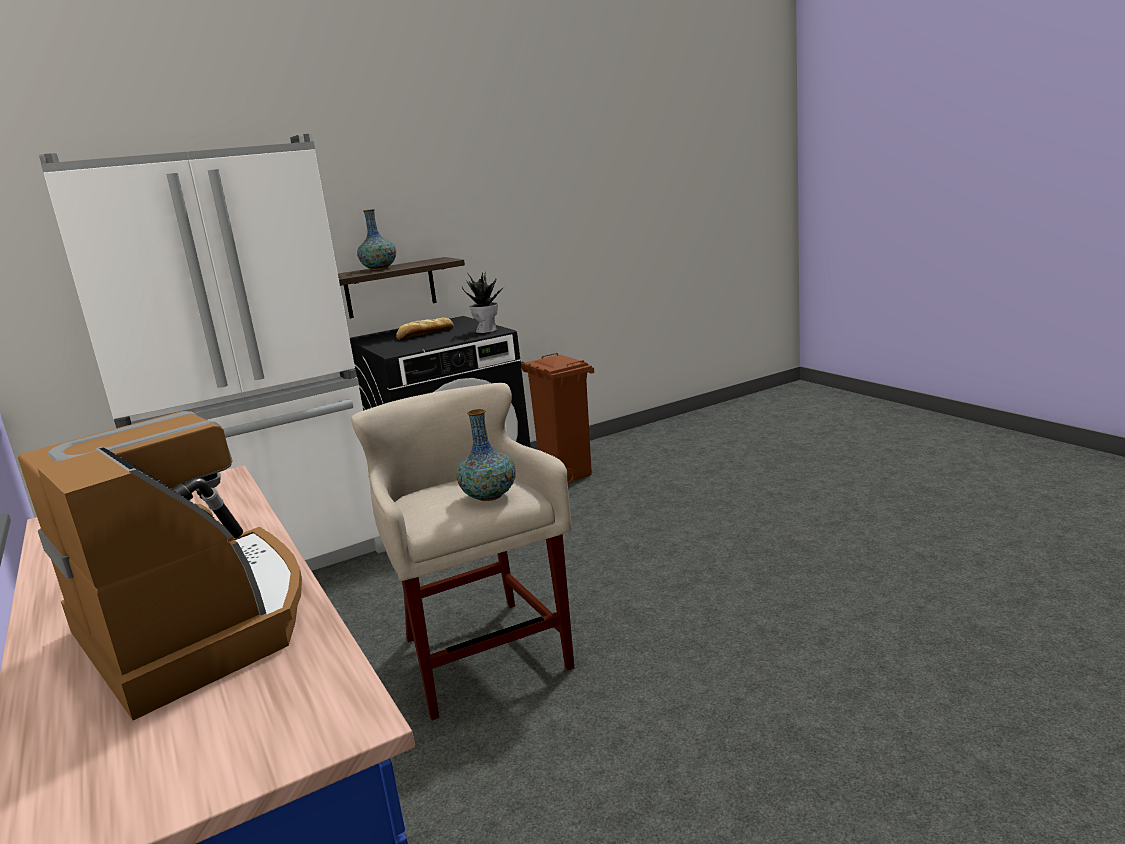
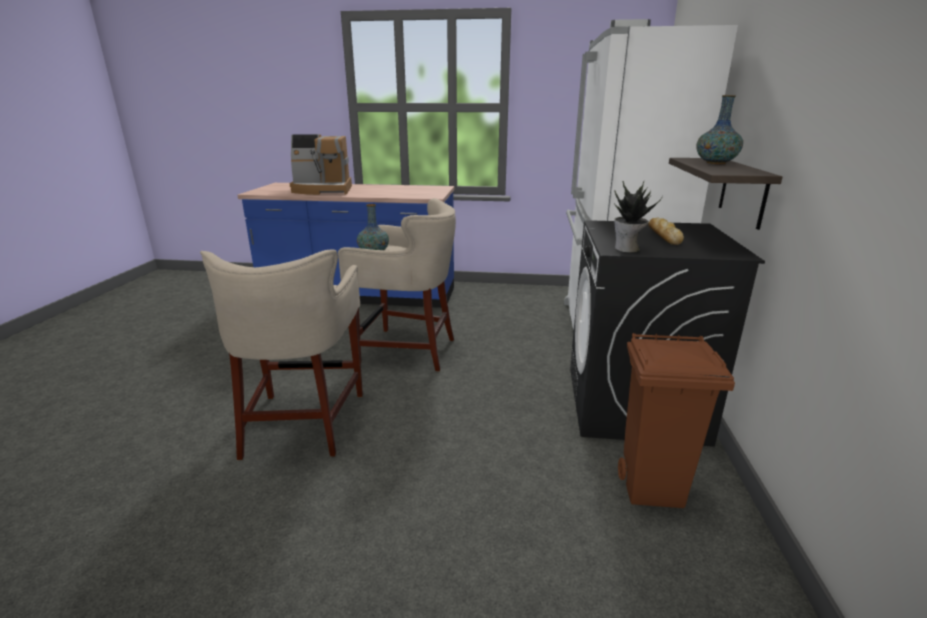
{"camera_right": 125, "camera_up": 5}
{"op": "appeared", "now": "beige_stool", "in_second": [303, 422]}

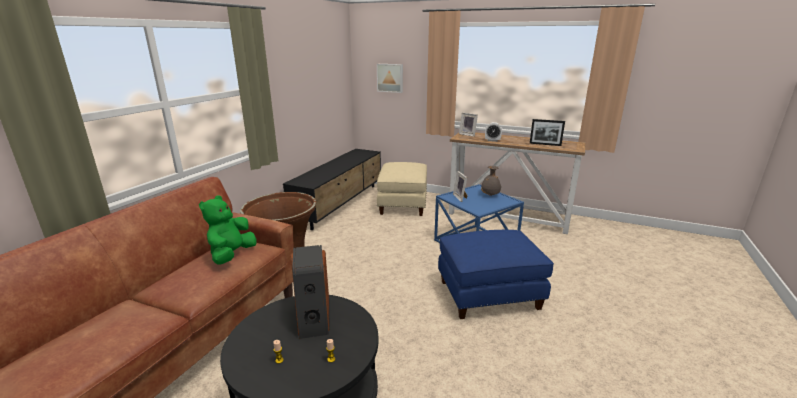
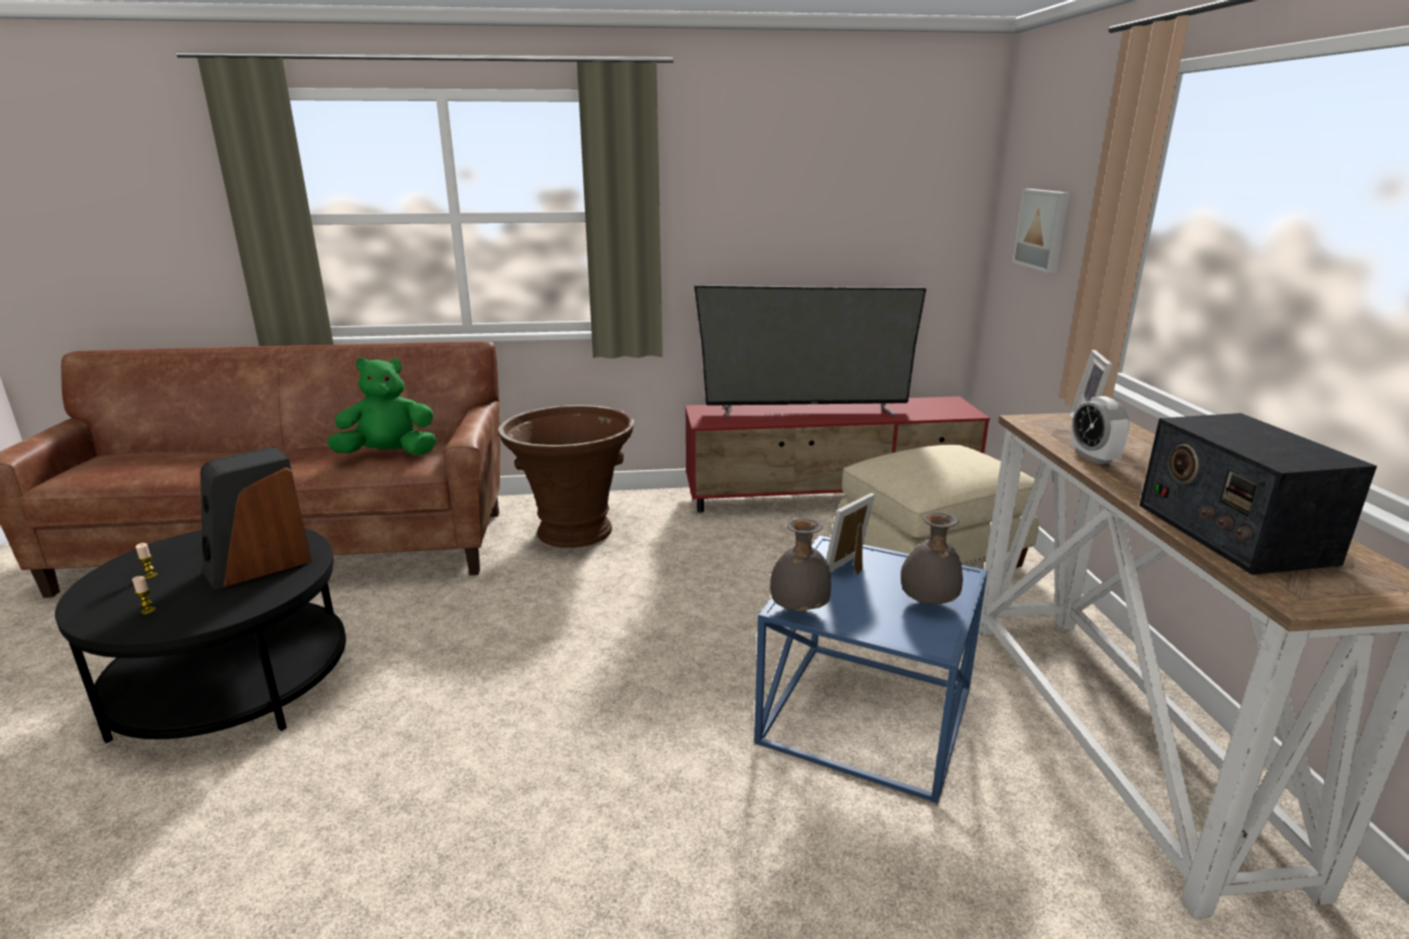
{"camera_right": 60, "camera_up": 0}
{"op": "colour", "was": "black_tv_stand", "now": "red_tv_stand", "in_first": [340, 204], "in_second": [830, 498]}
{"op": "appeared", "now": "television", "in_second": [806, 410]}
{"op": "appeared", "now": "grey_vase", "in_second": [797, 609]}
{"op": "exchanged", "was": "picture_frame", "now": "radio", "in_first": [545, 144], "in_second": [1232, 532]}
{"op": "missing", "was": "blue_ottoman", "in_first": [489, 294]}

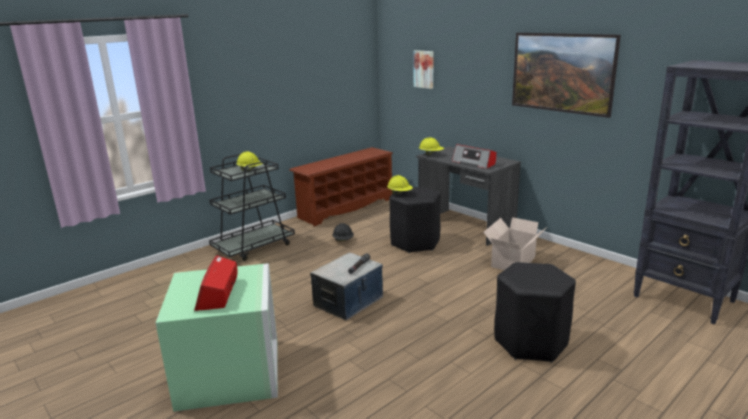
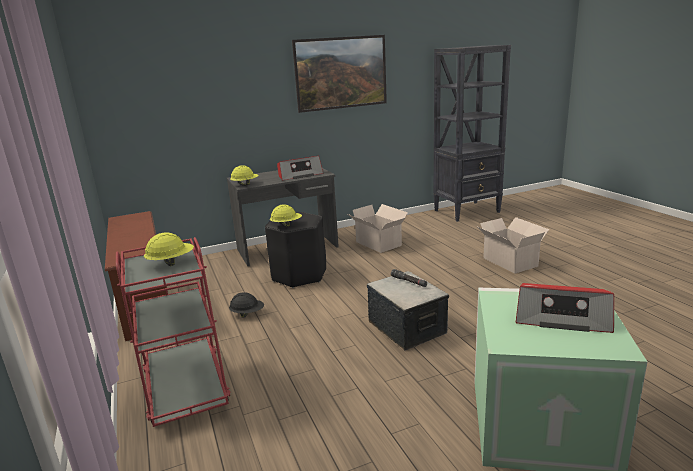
{"camera_right": -70, "camera_up": 0}
{"op": "colour", "was": "black_cart", "now": "red_cart", "in_first": [254, 247], "in_second": [186, 388]}
{"op": "exchanged", "was": "black_stool", "now": "cardboard_box", "in_first": [531, 342], "in_second": [509, 261]}
{"op": "missing", "was": "picture", "in_first": [424, 69]}

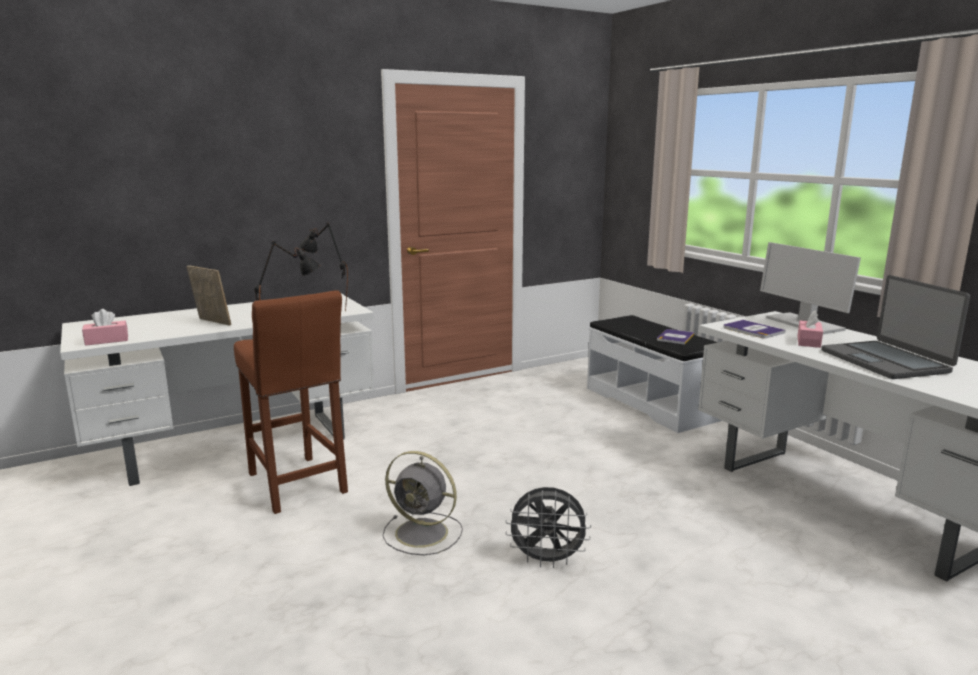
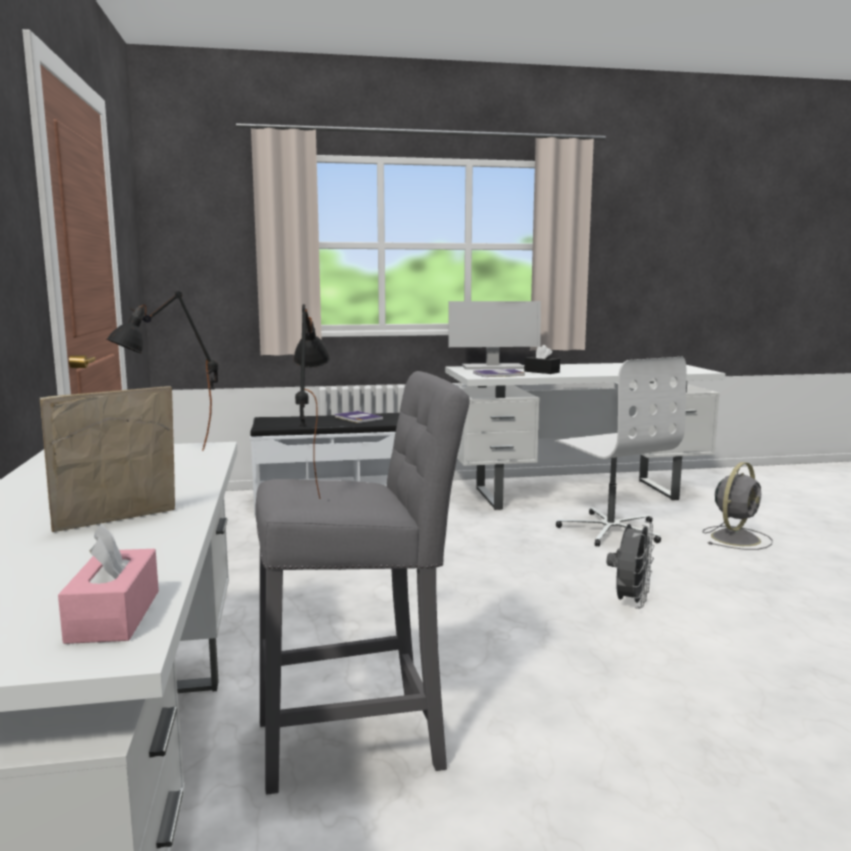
{"camera_right": -70, "camera_up": -5}
{"op": "colour", "was": "brown_stool", "now": "grey_stool", "in_first": [297, 486], "in_second": [361, 741]}
{"op": "colour", "was": "pink_tissue_box", "now": "black_tissue_box", "in_first": [808, 341], "in_second": [541, 372]}
{"op": "appeared", "now": "white_office_chair", "in_second": [610, 530]}
{"op": "relocated", "was": "grey_fan", "in_first": [424, 533], "in_second": [736, 538]}
{"op": "missing", "was": "laptop", "in_first": [885, 361]}

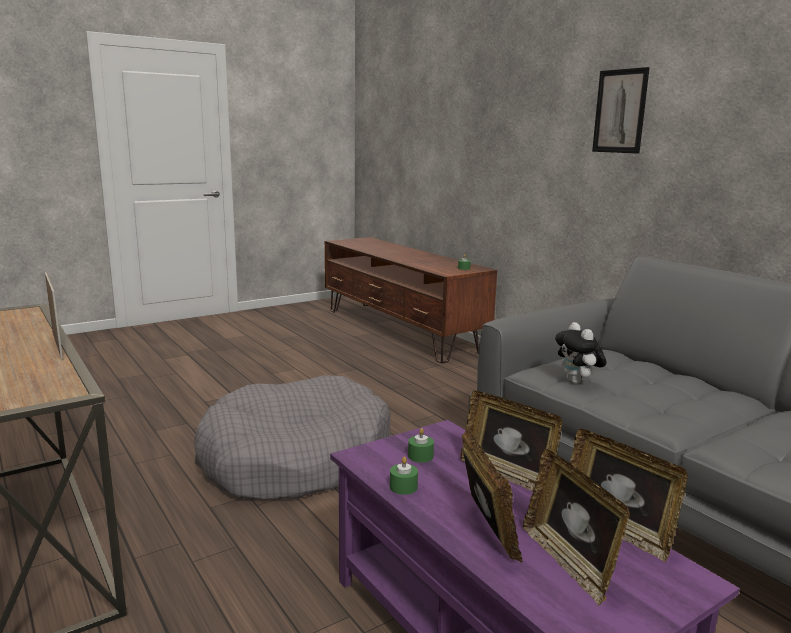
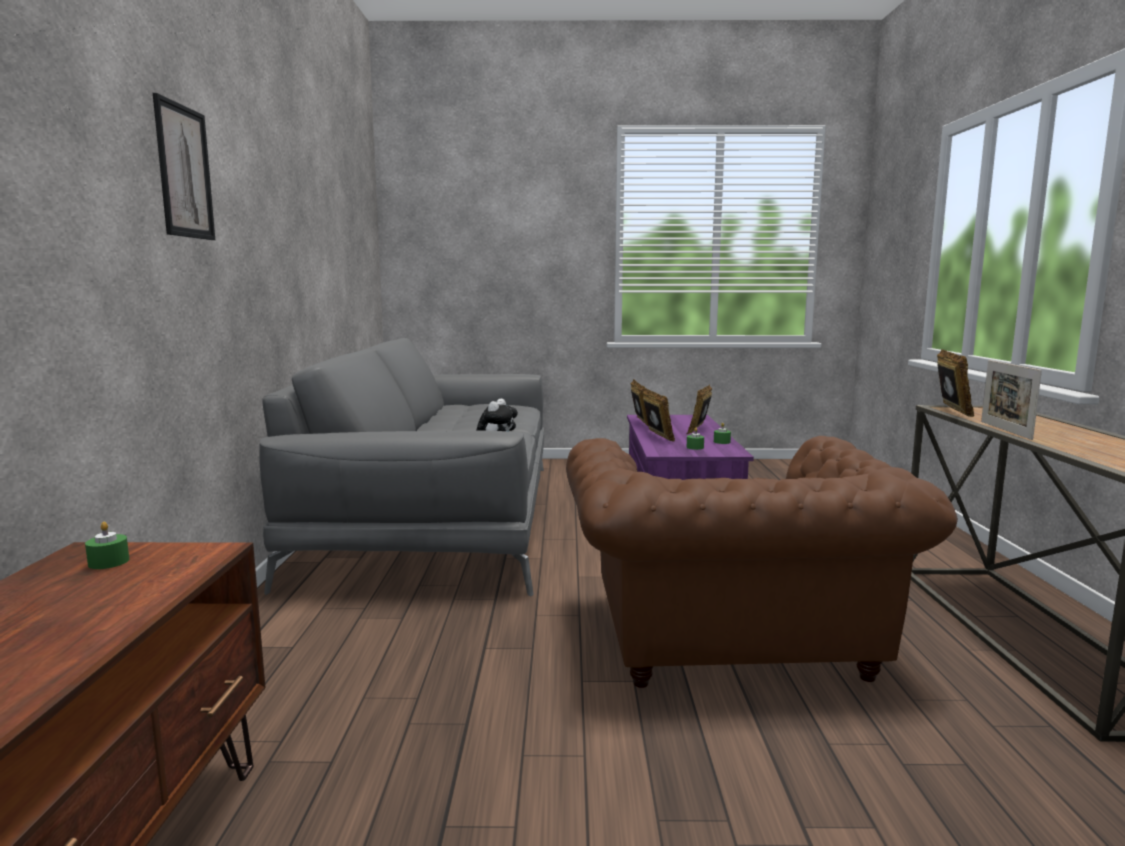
{"camera_right": -145, "camera_up": -5}
{"op": "exchanged", "was": "grey_dog_bed", "now": "brown_armchair", "in_first": [296, 459], "in_second": [731, 641]}
{"op": "relocated", "was": "picture_frame", "in_first": [569, 562], "in_second": [950, 411]}

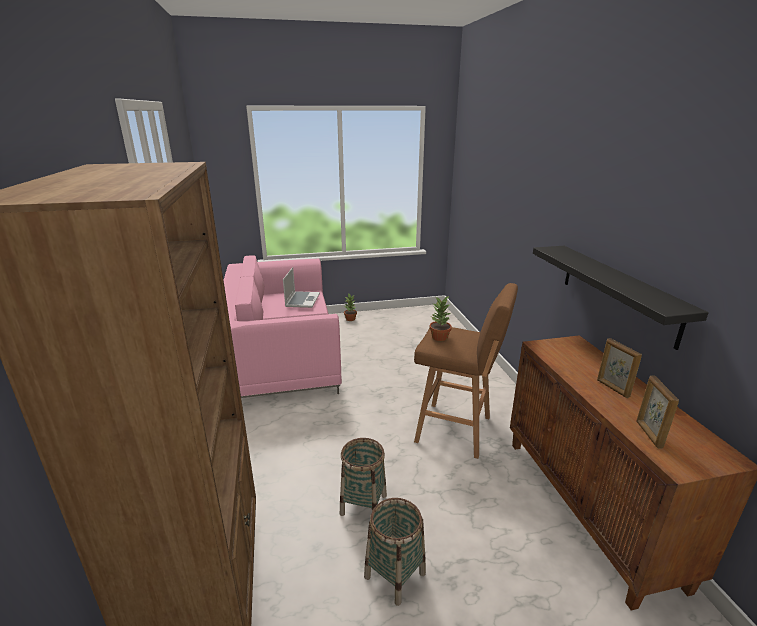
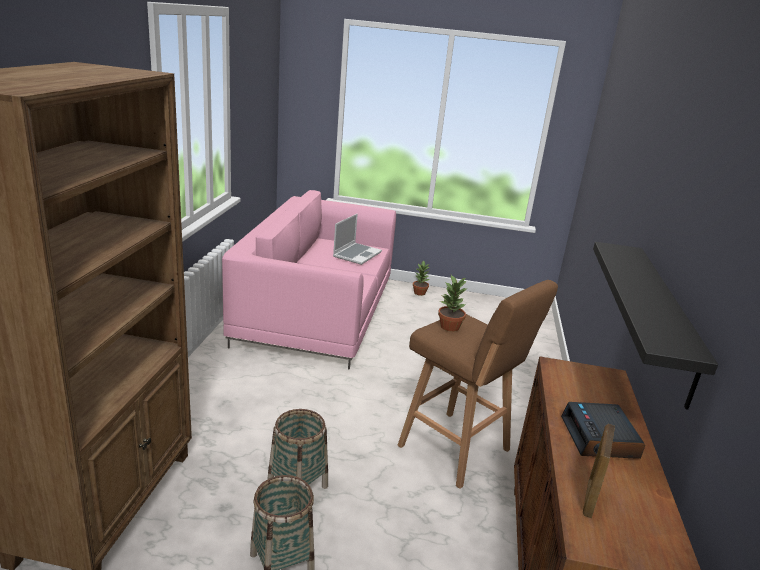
{"camera_right": 20, "camera_up": 0}
{"op": "exchanged", "was": "picture_frame", "now": "alarm_clock", "in_first": [612, 388], "in_second": [600, 438]}

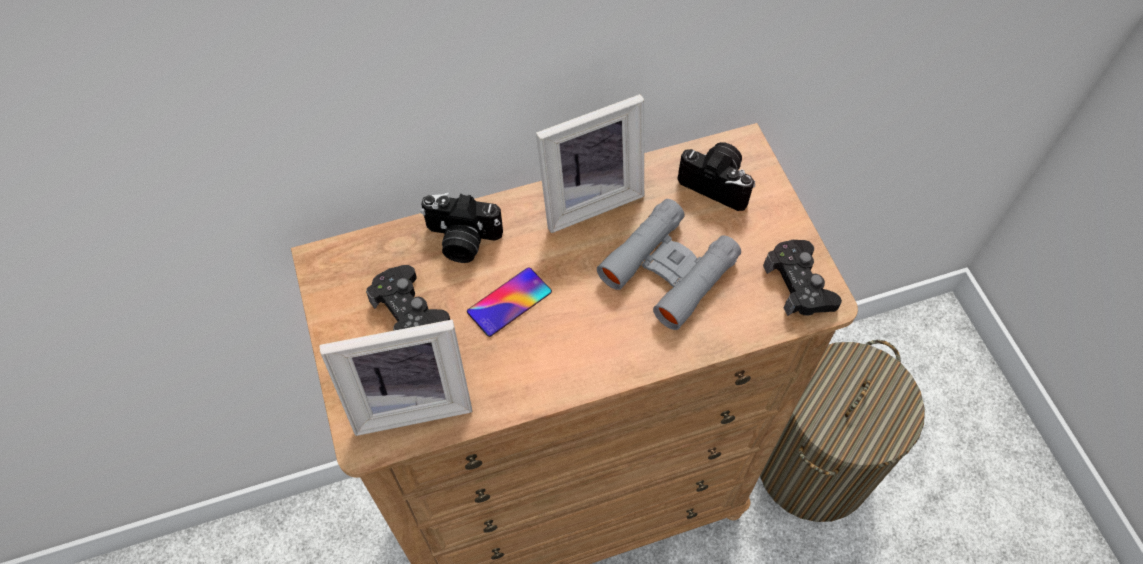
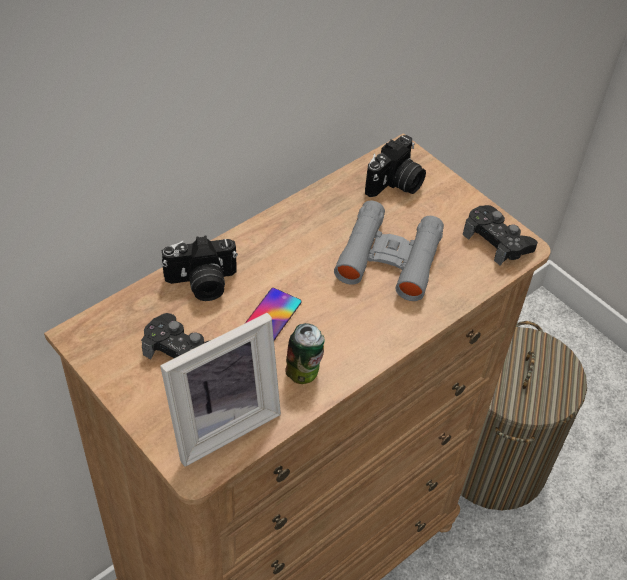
{"camera_right": -25, "camera_up": -10}
{"op": "appeared", "now": "can", "in_second": [304, 372]}
{"op": "spun", "was": "photo_camera", "in_first": [718, 183], "in_second": [395, 184], "clockwise": 120}
{"op": "missing", "was": "picture_frame", "in_first": [588, 197]}

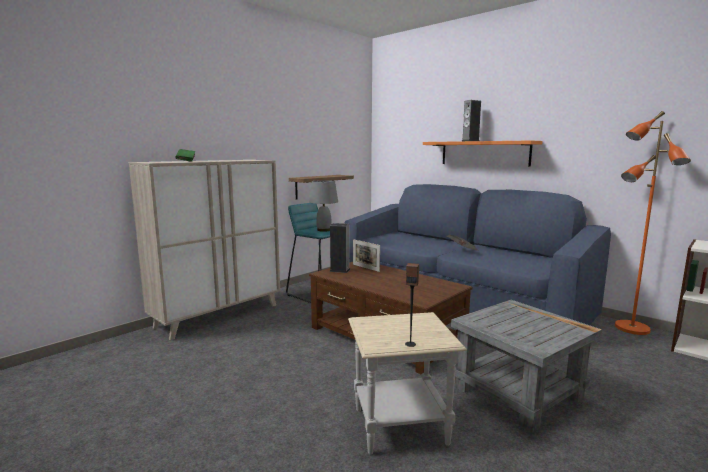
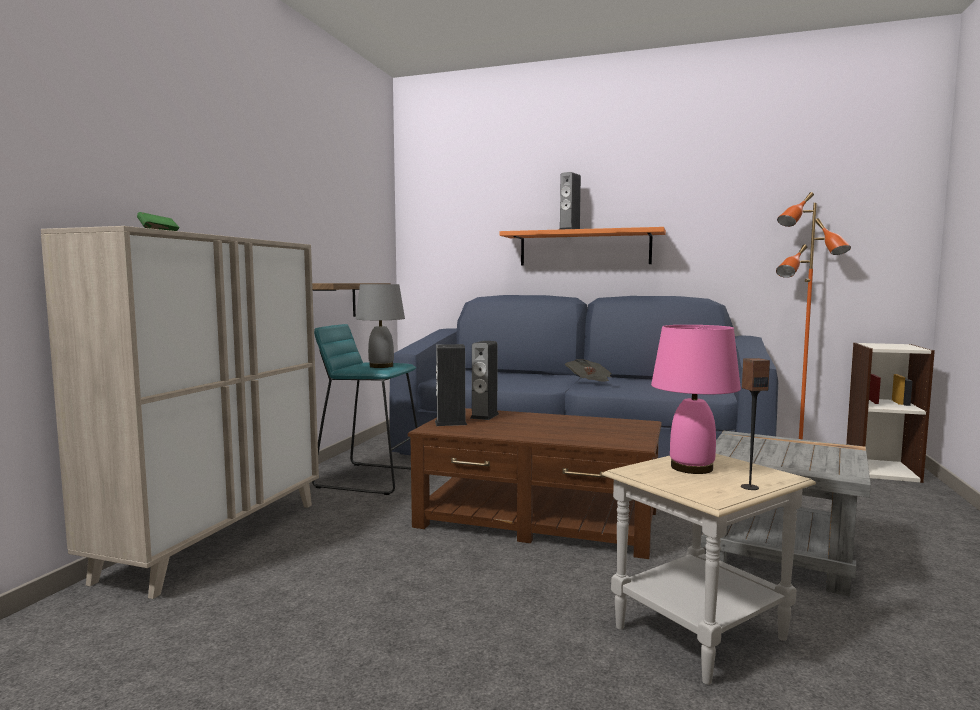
{"camera_right": -25, "camera_up": -5}
{"op": "exchanged", "was": "picture_frame", "now": "speaker", "in_first": [366, 268], "in_second": [484, 416]}
{"op": "appeared", "now": "pink_table_lamp", "in_second": [691, 467]}

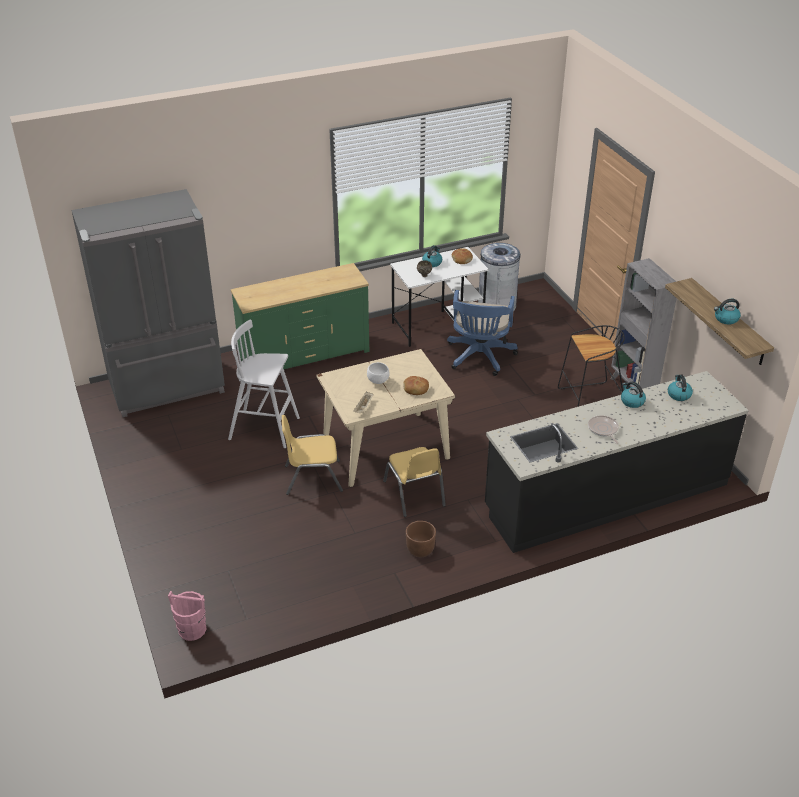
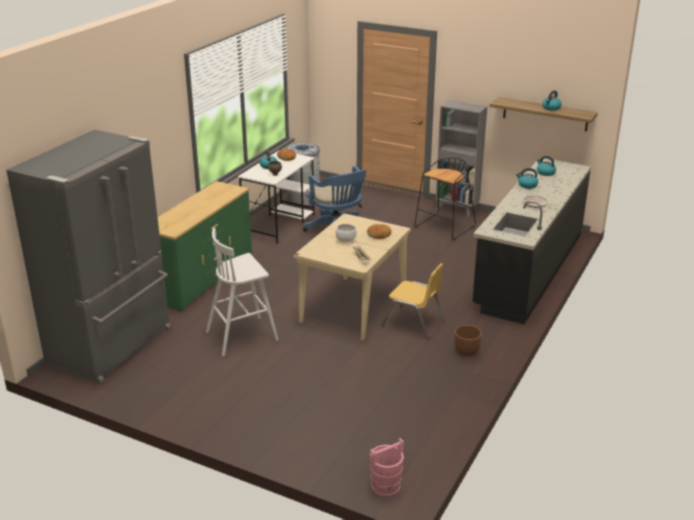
{"camera_right": -40, "camera_up": -10}
{"op": "missing", "was": "yellow_chair", "in_first": [313, 478]}

